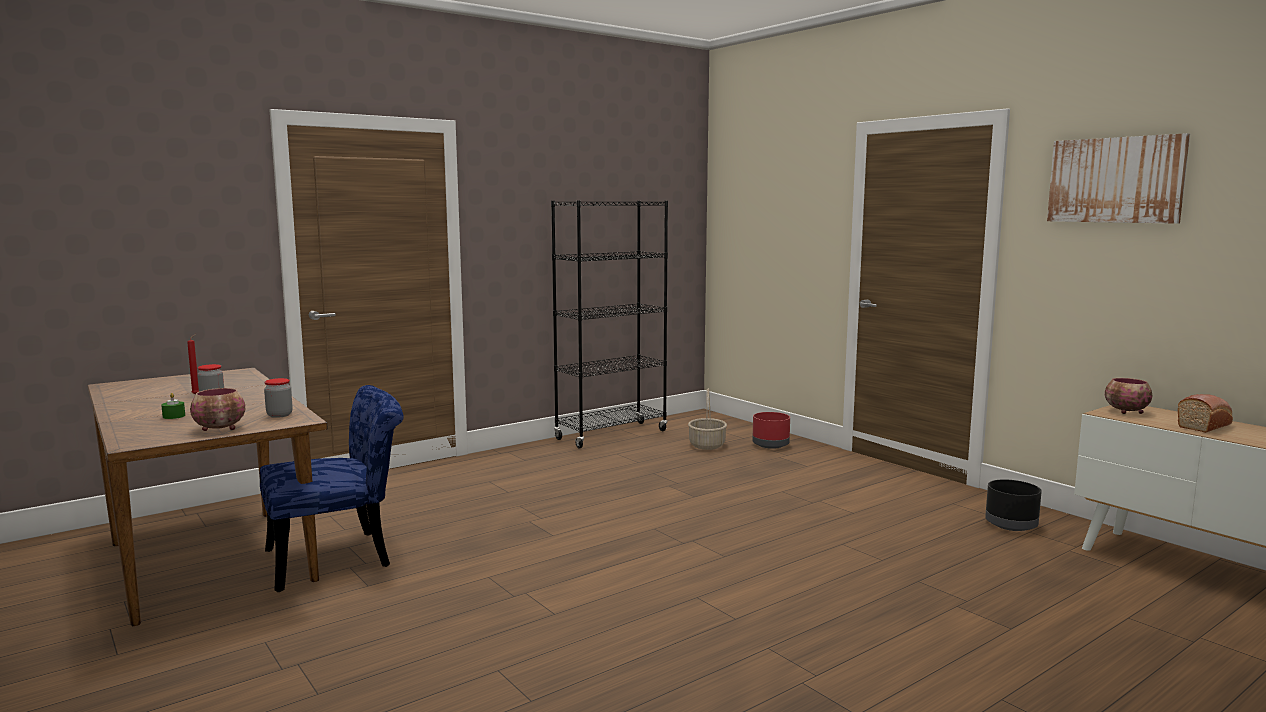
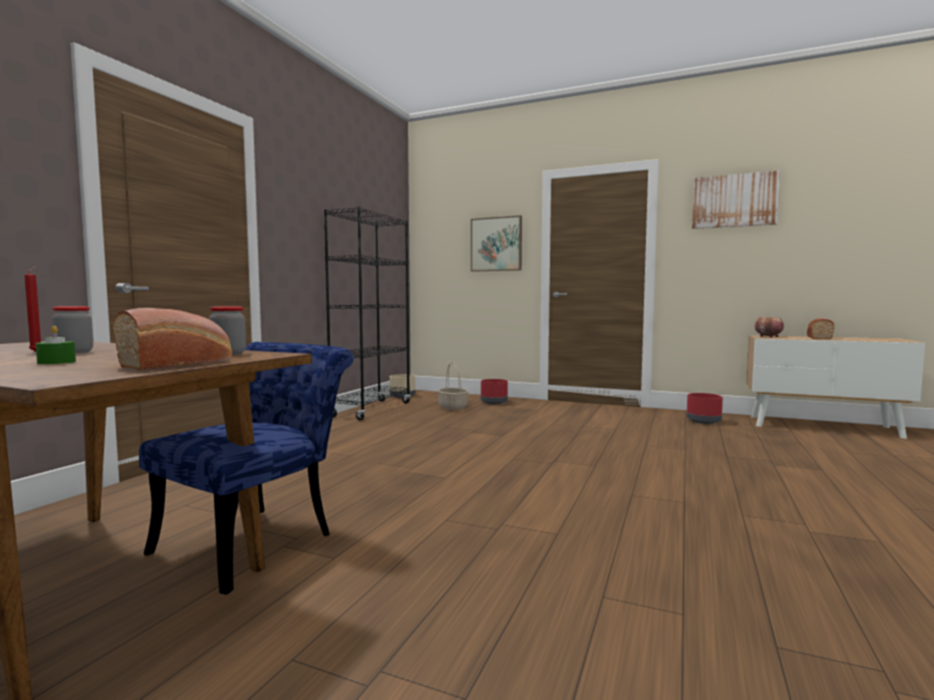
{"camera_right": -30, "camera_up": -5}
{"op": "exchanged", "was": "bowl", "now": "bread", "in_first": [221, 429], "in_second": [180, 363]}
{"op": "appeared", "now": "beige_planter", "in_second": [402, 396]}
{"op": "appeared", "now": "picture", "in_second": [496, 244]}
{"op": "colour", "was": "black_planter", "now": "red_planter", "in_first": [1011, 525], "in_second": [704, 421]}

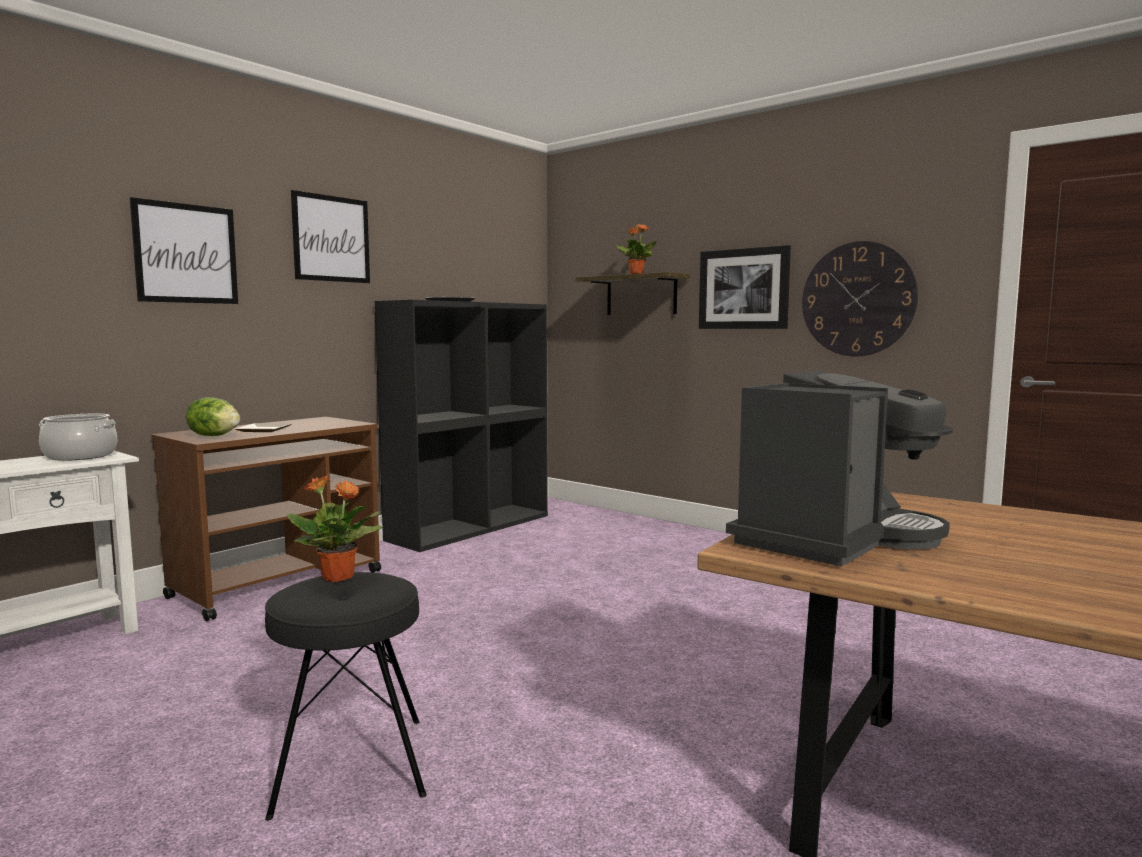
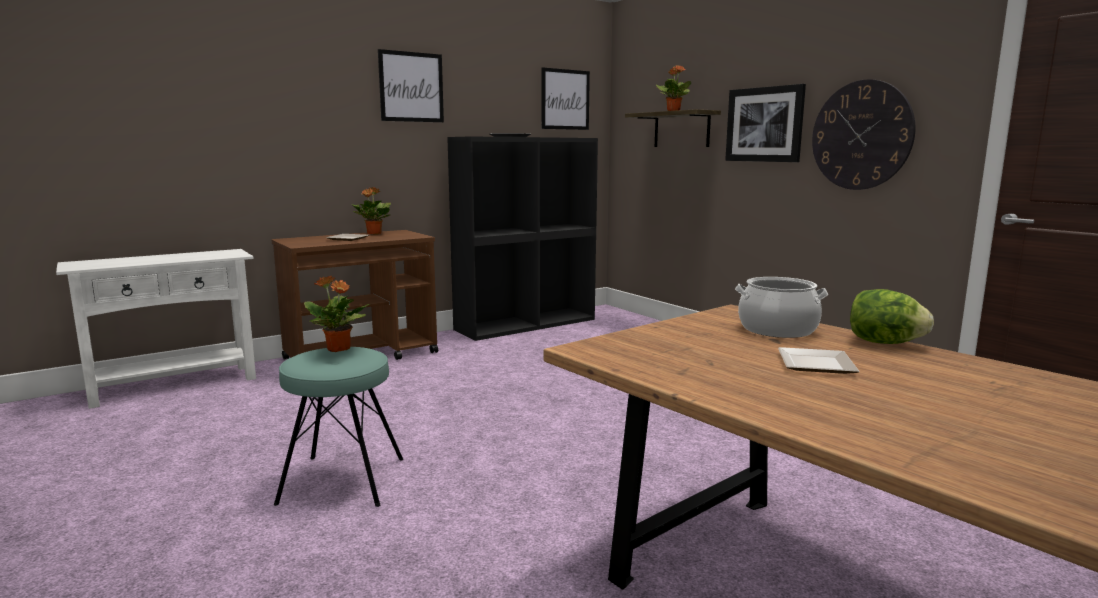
{"camera_right": 15, "camera_up": 5}
{"op": "colour", "was": "black_stool", "now": "turquoise_stool", "in_first": [351, 765], "in_second": [343, 480]}
{"op": "appeared", "now": "potted_plant", "in_second": [373, 234]}
{"op": "relocated", "was": "picture", "in_first": [186, 253], "in_second": [565, 99]}
{"op": "relocated", "was": "cooking_pot", "in_first": [81, 456], "in_second": [777, 329]}
{"op": "appeared", "now": "plate", "in_second": [813, 364]}
{"op": "relocated", "was": "lettuce", "in_first": [214, 436], "in_second": [884, 343]}
{"op": "missing", "was": "coffee_machine", "in_first": [833, 538]}

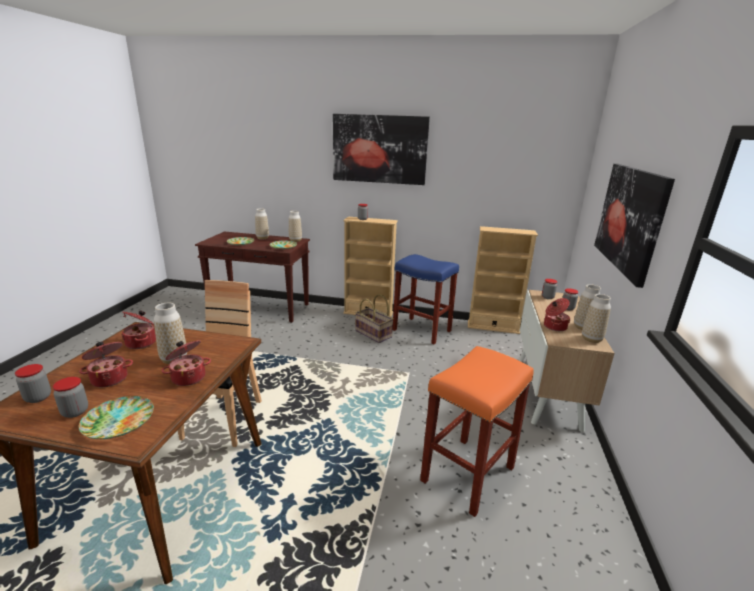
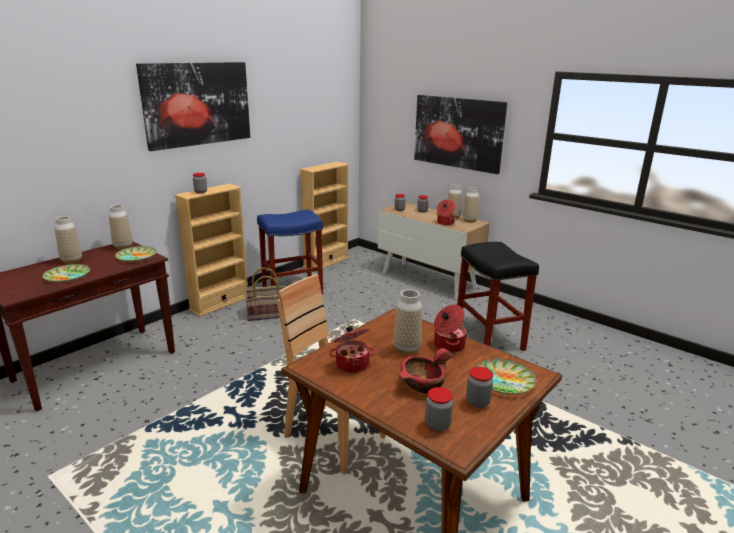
{"camera_right": -60, "camera_up": 0}
{"op": "exchanged", "was": "cooking_pot", "now": "red_bowl", "in_first": [110, 378], "in_second": [423, 384]}
{"op": "colour", "was": "orange_stool", "now": "black_stool", "in_first": [468, 475], "in_second": [490, 339]}

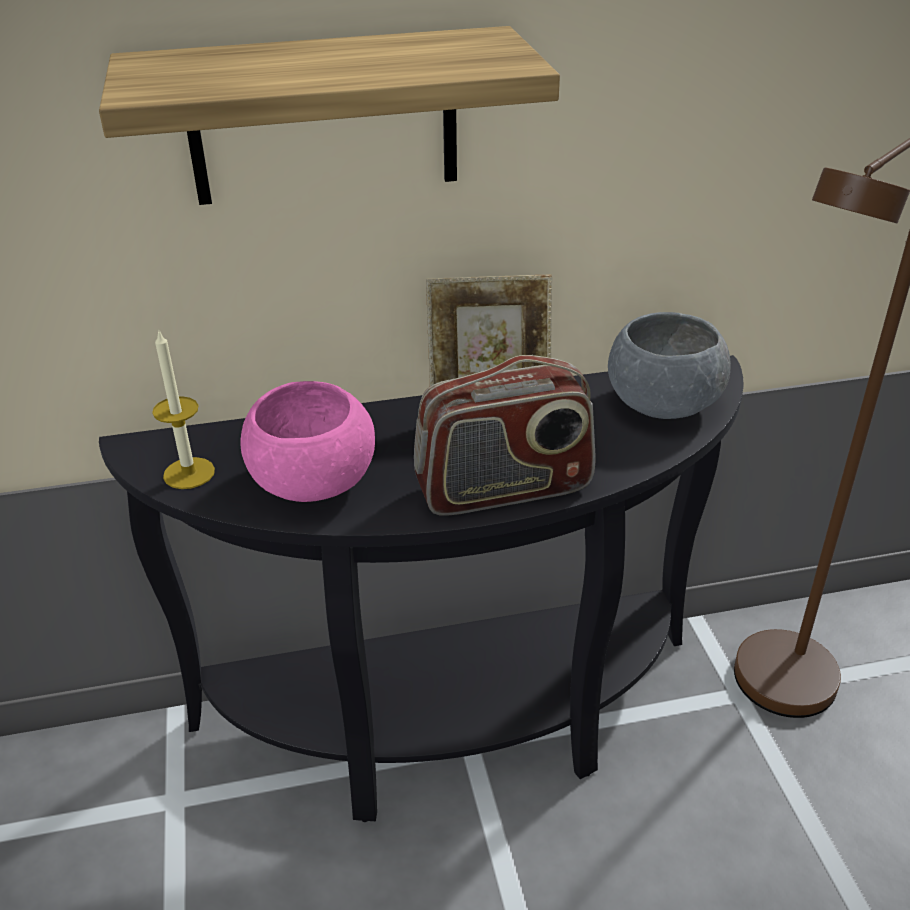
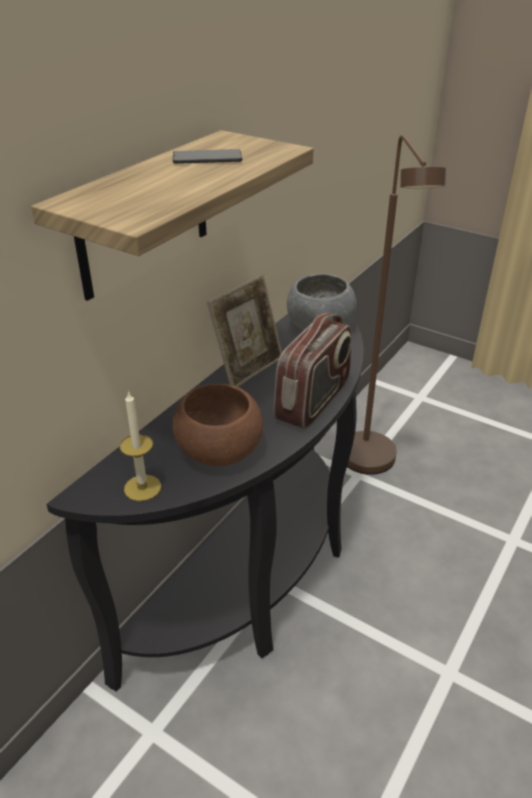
{"camera_right": -45, "camera_up": 0}
{"op": "appeared", "now": "phone", "in_second": [207, 158]}
{"op": "colour", "was": "pink_bowl", "now": "brown_bowl", "in_first": [312, 481], "in_second": [218, 451]}

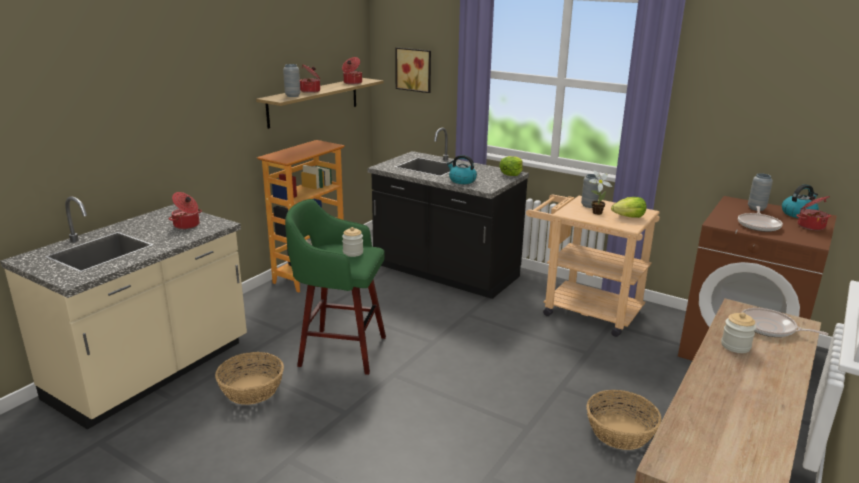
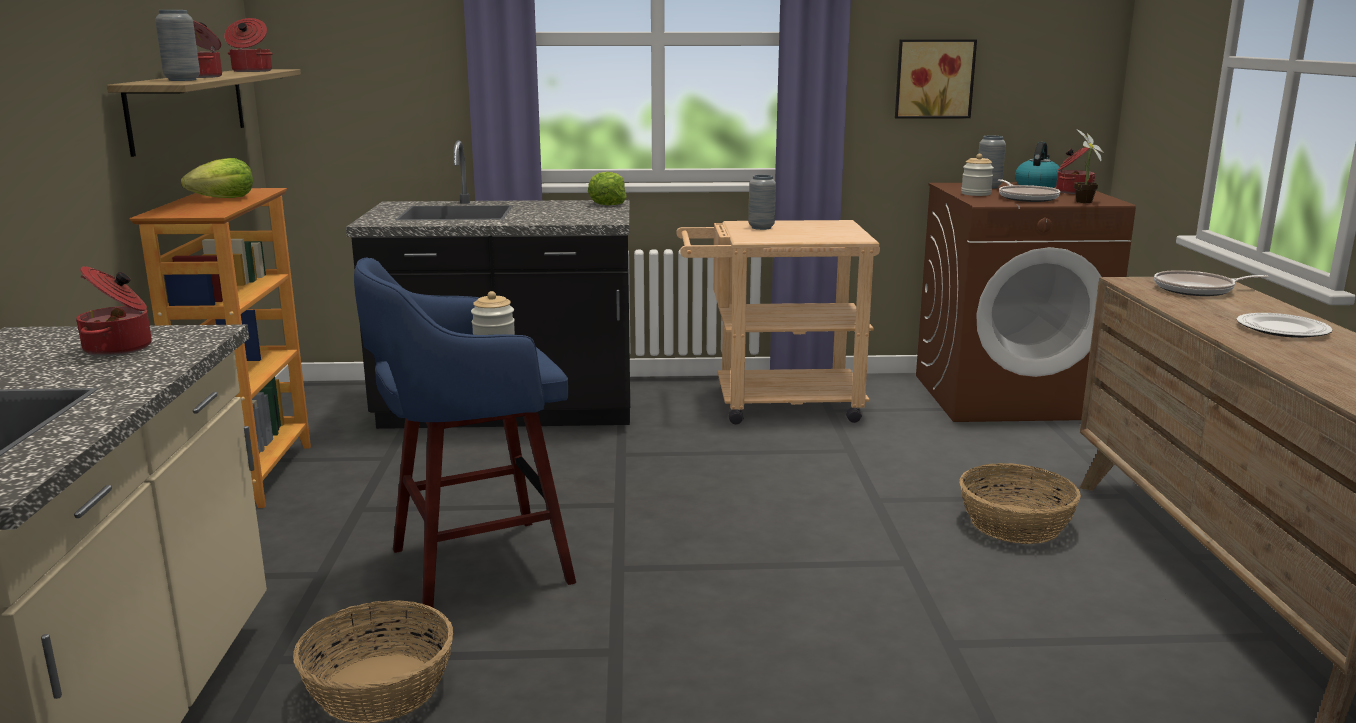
{"camera_right": -35, "camera_up": -5}
{"op": "relocated", "was": "lettuce", "in_first": [629, 217], "in_second": [223, 199]}
{"op": "colour", "was": "green_stool", "now": "blue_stool", "in_first": [340, 350], "in_second": [474, 567]}
{"op": "relocated", "was": "picture", "in_first": [414, 69], "in_second": [933, 79]}
{"op": "relocated", "was": "jar", "in_first": [735, 346], "in_second": [976, 194]}
{"op": "relocated", "was": "potted_plant", "in_first": [595, 213], "in_second": [1082, 202]}
{"op": "appeared", "now": "plate", "in_second": [1283, 329]}
{"op": "missing", "was": "kettle", "in_first": [462, 180]}

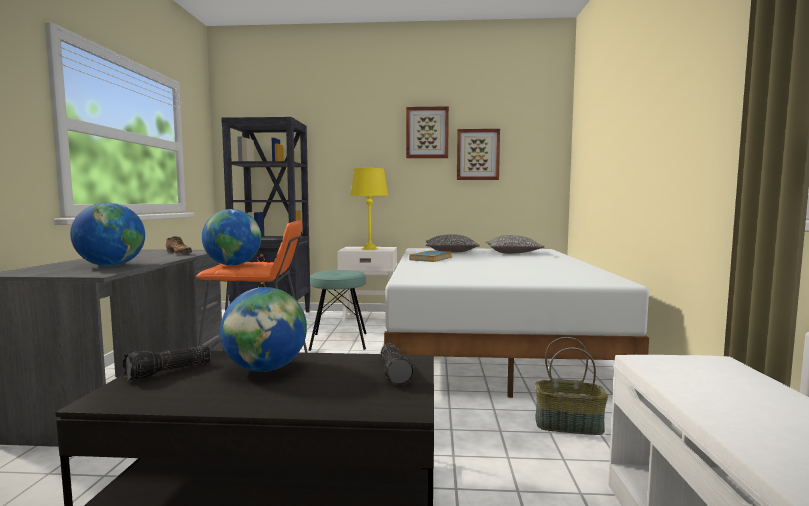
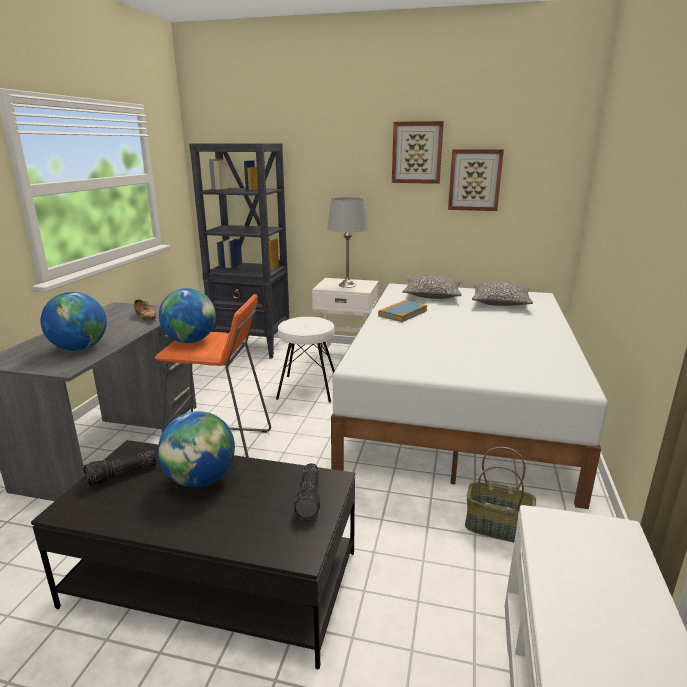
{"camera_right": 10, "camera_up": 15}
{"op": "colour", "was": "turquoise_stool", "now": "white_stool", "in_first": [339, 341], "in_second": [307, 388]}
{"op": "colour", "was": "yellow_table_lamp", "now": "grey_table_lamp", "in_first": [369, 248], "in_second": [347, 285]}

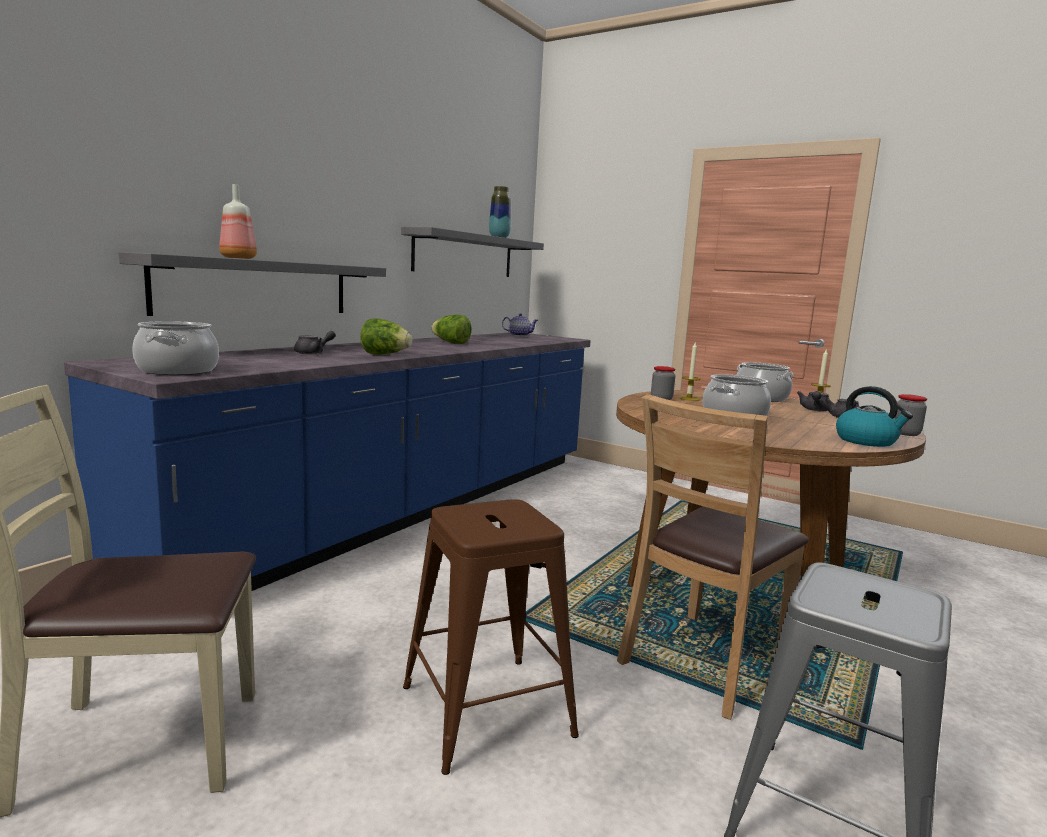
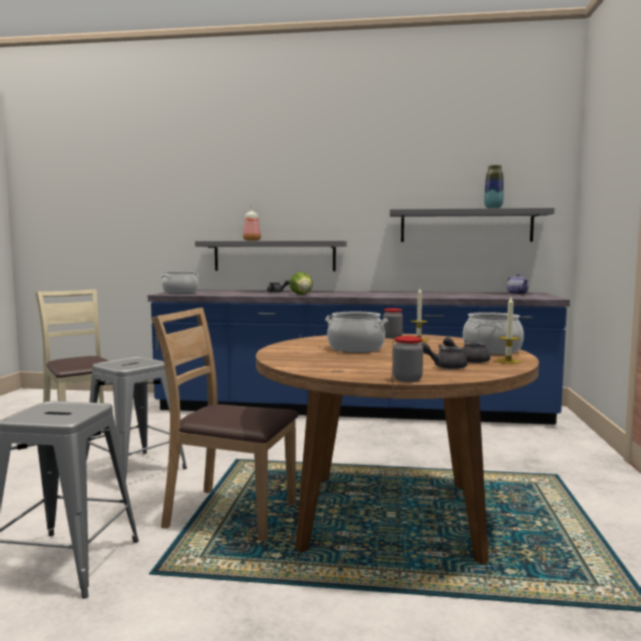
{"camera_right": 65, "camera_up": -5}
{"op": "colour", "was": "brown_stool", "now": "grey_stool", "in_first": [487, 711], "in_second": [134, 470]}
{"op": "missing", "was": "lettuce", "in_first": [451, 343]}
{"op": "missing", "was": "kettle", "in_first": [867, 441]}

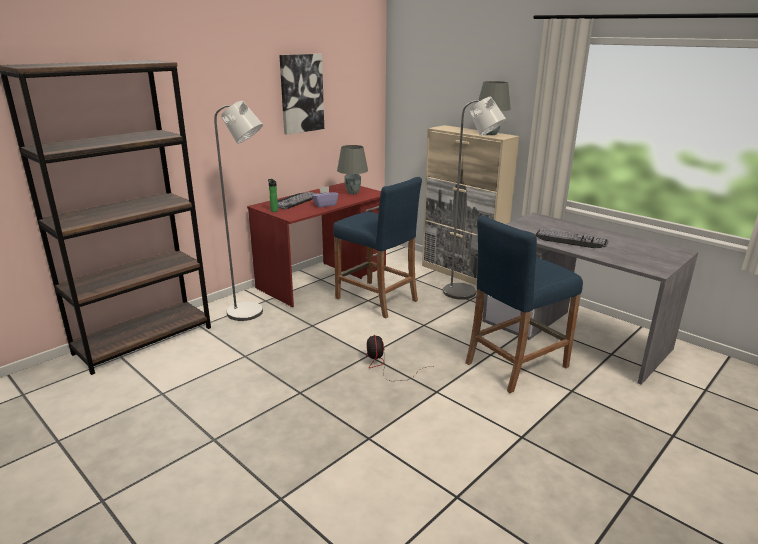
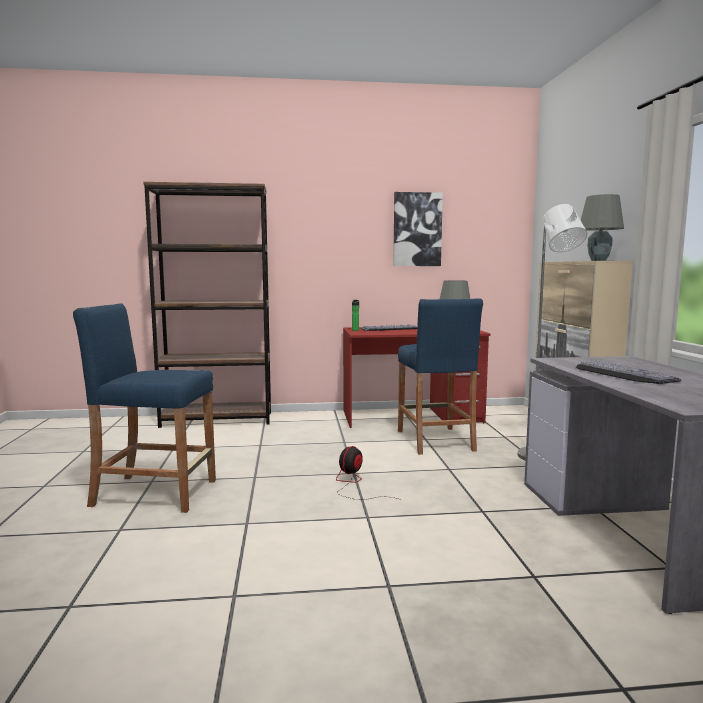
{"camera_right": 40, "camera_up": -15}
{"op": "relocated", "was": "blue_stool", "in_first": [516, 364], "in_second": [155, 493]}
{"op": "missing", "was": "grey_floor_lamp", "in_first": [251, 313]}
{"op": "missing", "was": "purple_tissue_box", "in_first": [325, 205]}

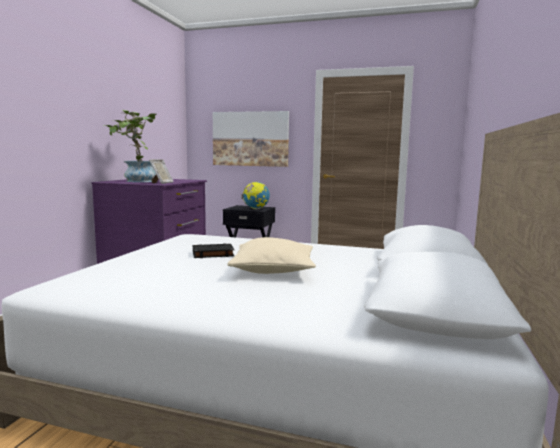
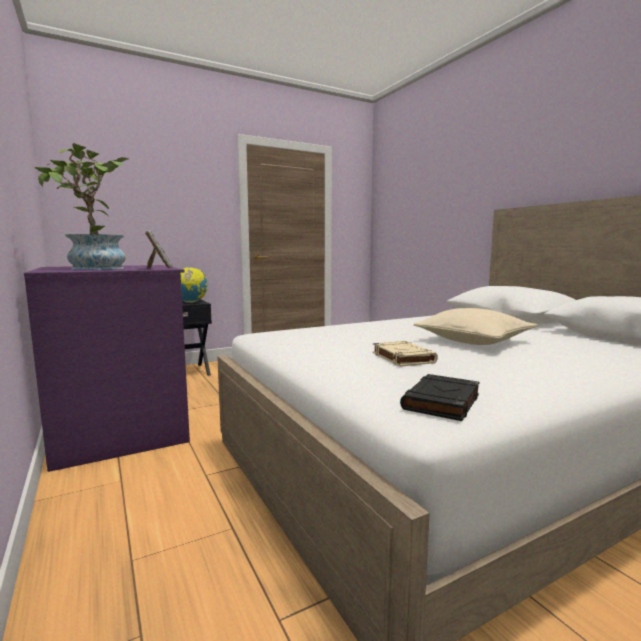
{"camera_right": -45, "camera_up": 0}
{"op": "appeared", "now": "beige_book", "in_second": [402, 358]}
{"op": "relocated", "was": "black_book", "in_first": [212, 254], "in_second": [441, 402]}
{"op": "missing", "was": "picture", "in_first": [250, 139]}

